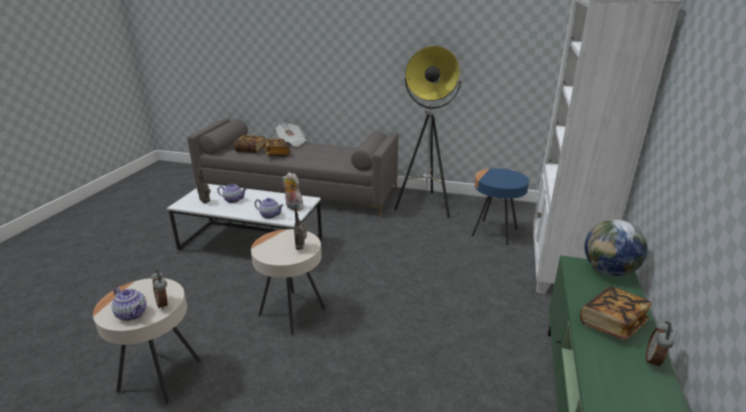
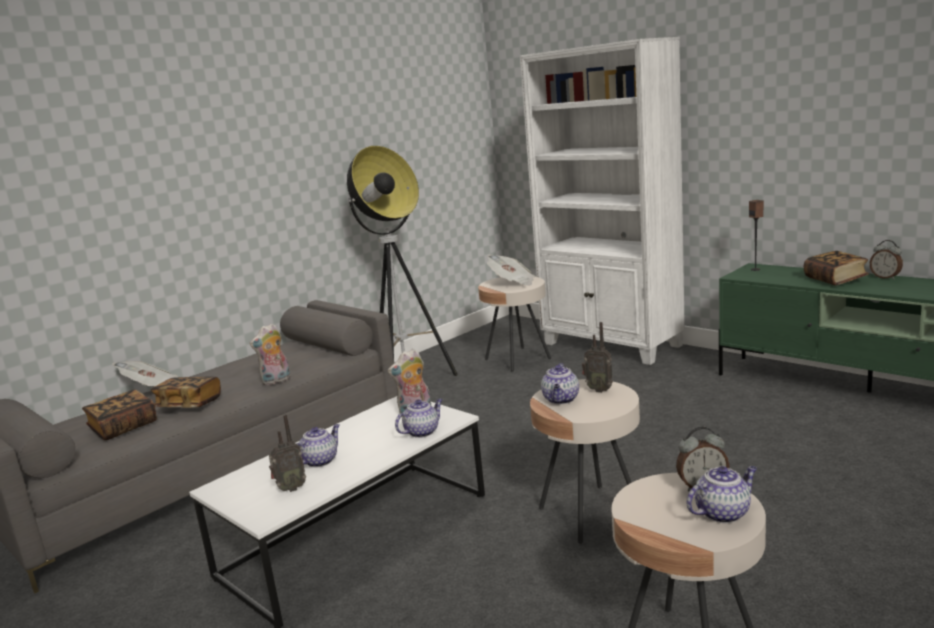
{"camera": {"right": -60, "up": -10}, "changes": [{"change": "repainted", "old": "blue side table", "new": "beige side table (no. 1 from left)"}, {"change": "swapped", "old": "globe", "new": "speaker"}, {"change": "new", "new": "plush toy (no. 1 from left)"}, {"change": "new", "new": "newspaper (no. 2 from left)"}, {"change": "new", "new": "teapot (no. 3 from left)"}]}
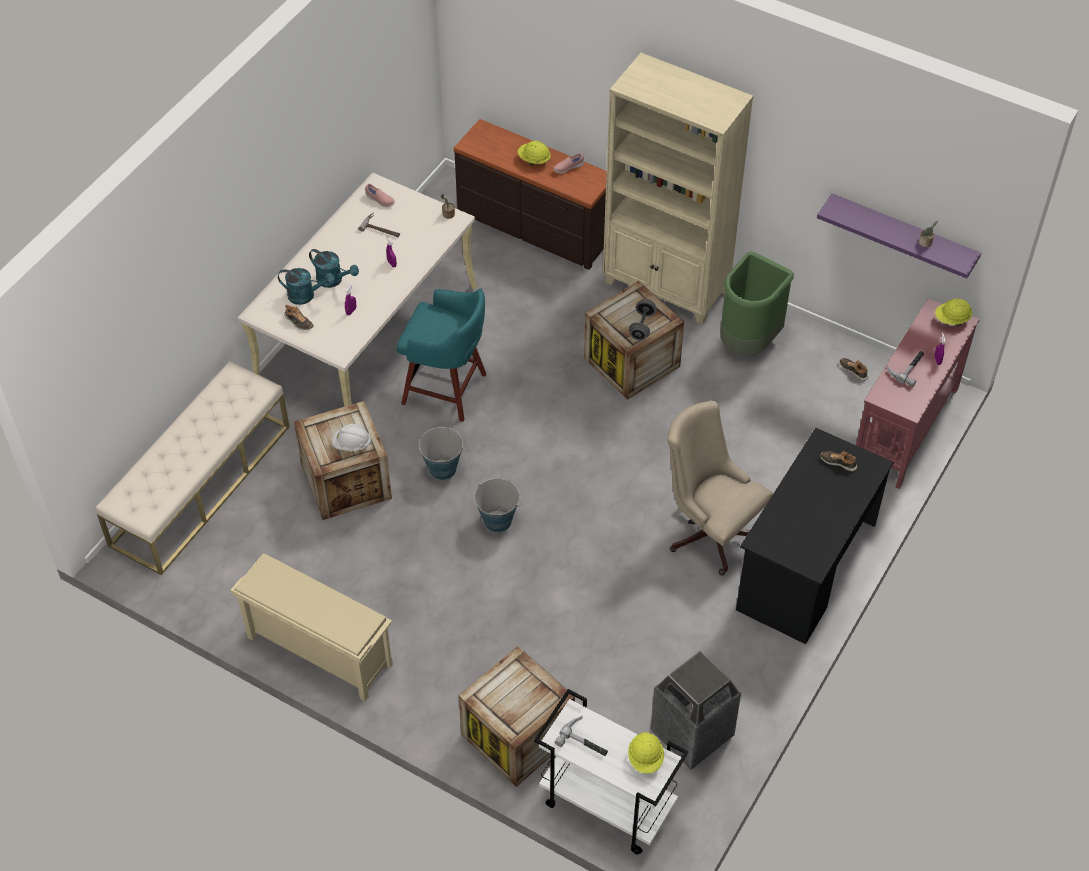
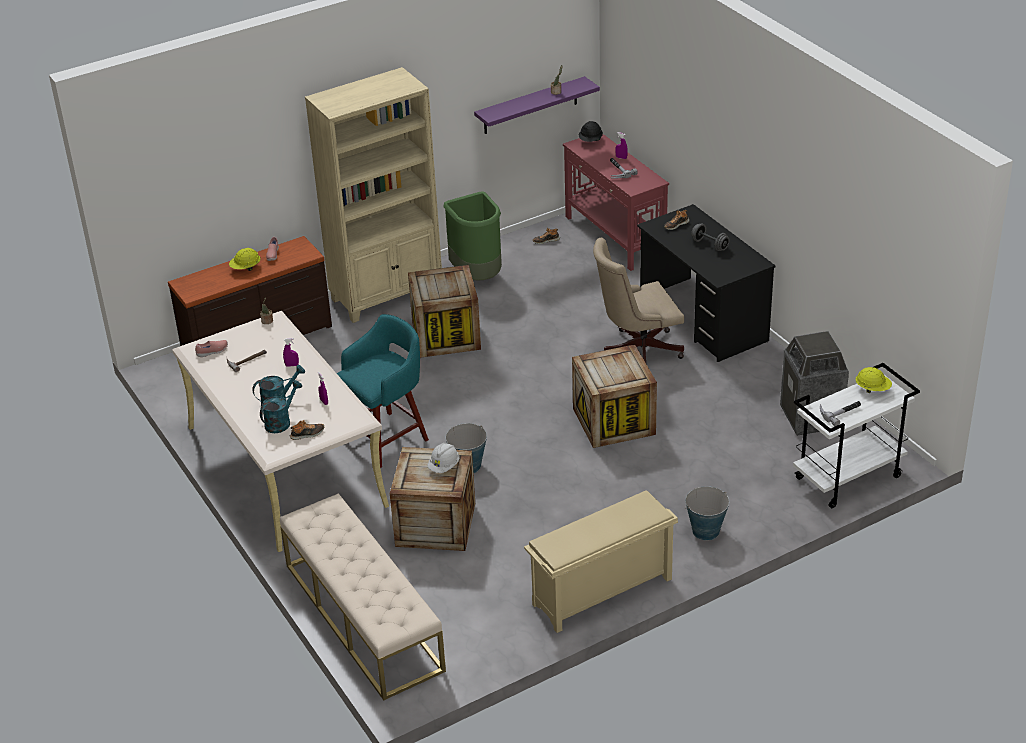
{"camera": {"right": -60, "up": -15}, "changes": [{"change": "shifted", "old": "crate (no. 2 from left in the first image)", "new": "crate (no. 3 from left)"}, {"change": "shifted", "old": "bucket (no. 2 from left)"}, {"change": "shifted", "old": "grey dumbbell"}, {"change": "repainted", "old": "yellow hard hat (no. 3 from left)", "new": "black hard hat"}]}
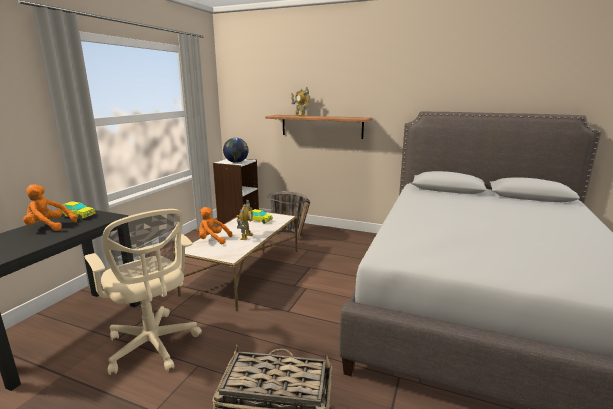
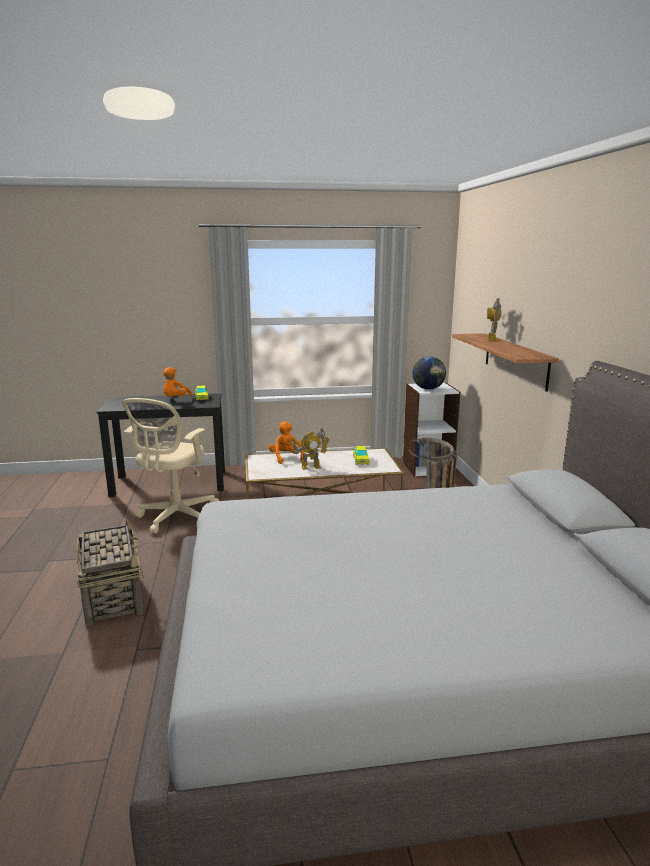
{"camera": {"right": 60, "up": 0}, "changes": [{"change": "rotated", "old": "orange plush toy (no. 1 from left)", "degrees": -135}]}
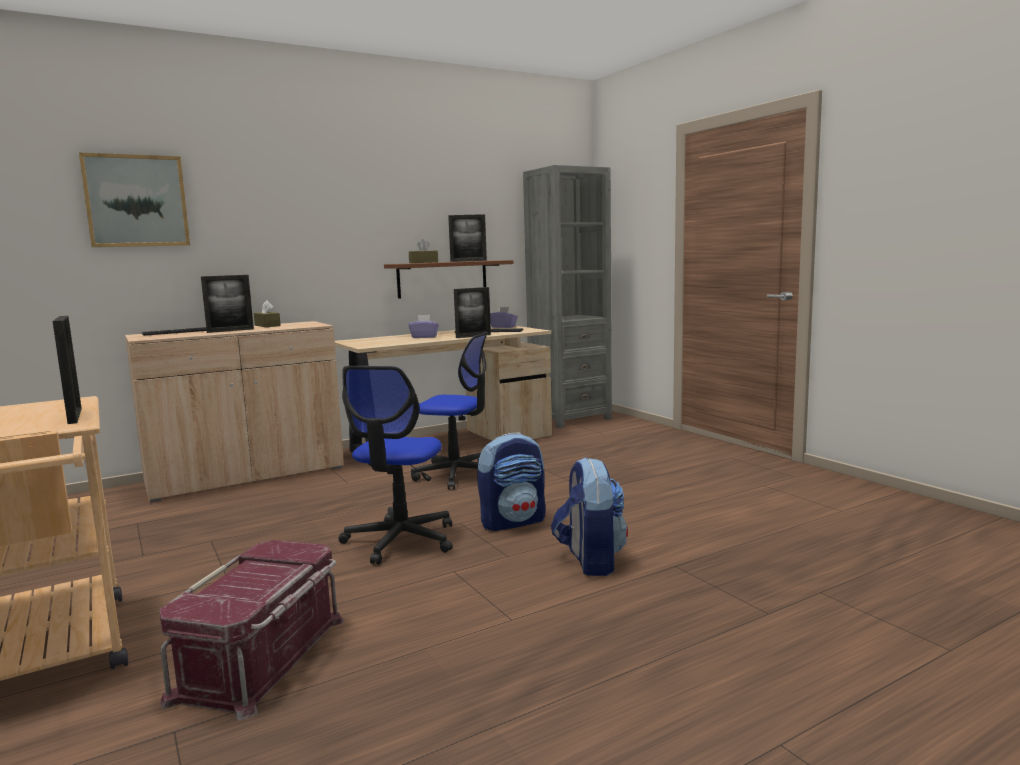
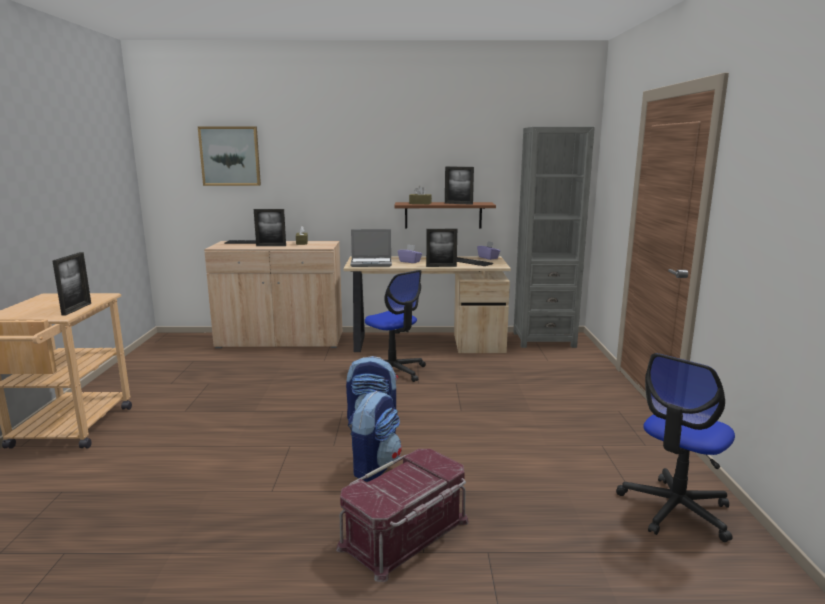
{"camera": {"right": 30, "up": 5}, "changes": [{"change": "shifted", "old": "red storage box"}, {"change": "shifted", "old": "office chair (no. 1 from left in the first image)", "new": "office chair (no. 2 from left)"}, {"change": "new", "new": "laptop"}]}
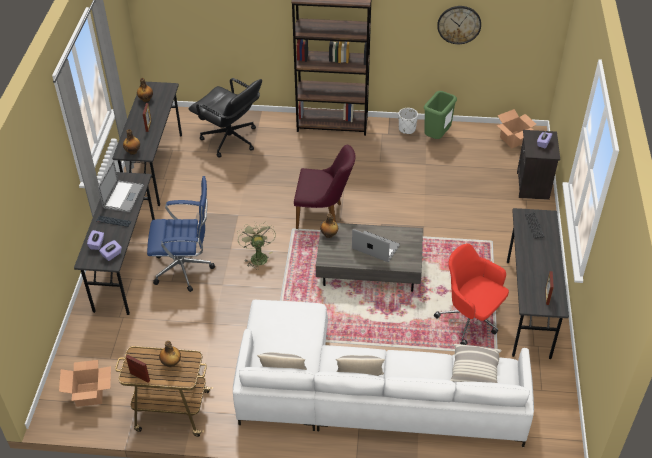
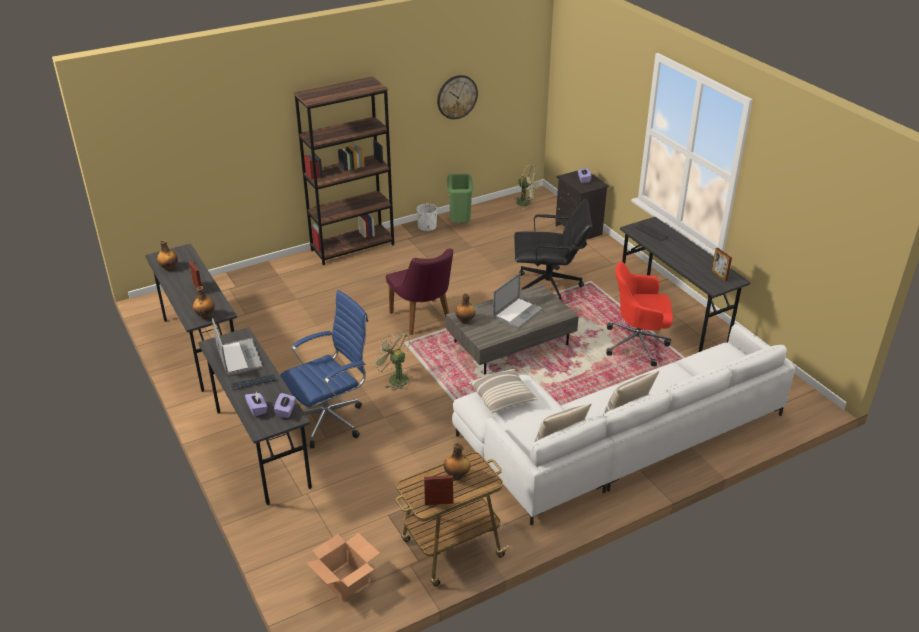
{"camera": {"right": -35, "up": -10}, "changes": [{"change": "shifted", "old": "black office chair"}, {"change": "rotated", "old": "purple chair", "degrees": 90}, {"change": "rotated", "old": "laptop (no. 2 from left)", "degrees": 135}, {"change": "shifted", "old": "pillow (no. 3 from left in the first image)", "new": "pillow (no. 1 from left)"}, {"change": "swapped", "old": "cardboard box (no. 2 from left)", "new": "green fan (no. 2 from left)"}]}
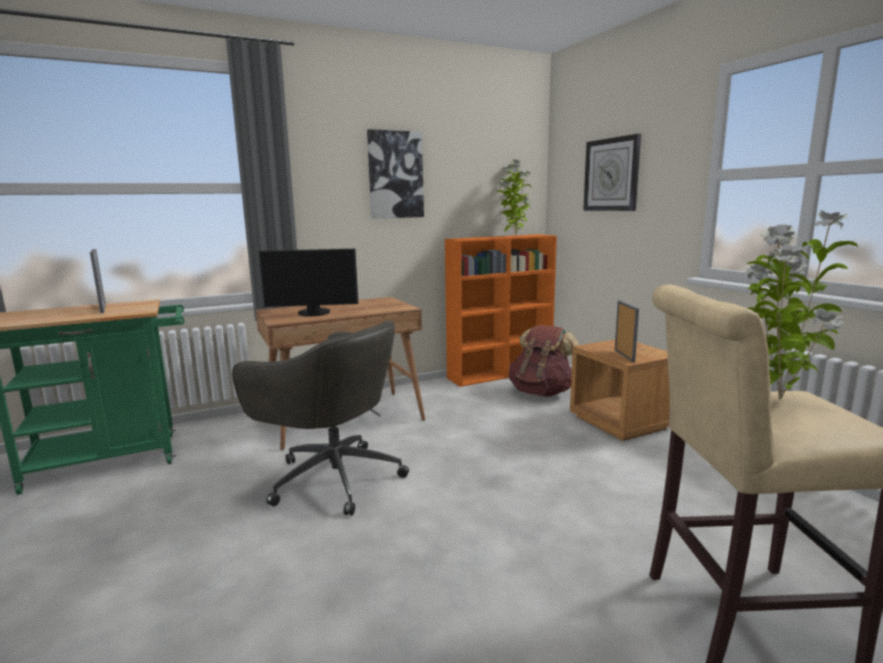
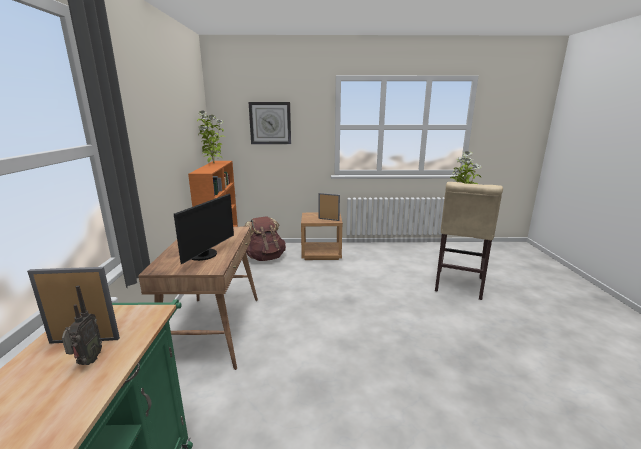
{"camera": {"right": -65, "up": 5}, "changes": [{"change": "gone", "old": "grey office chair"}, {"change": "gone", "old": "picture"}, {"change": "new", "new": "radio"}]}
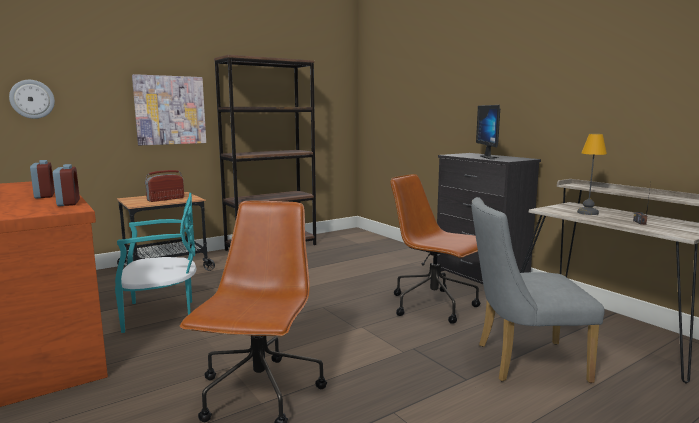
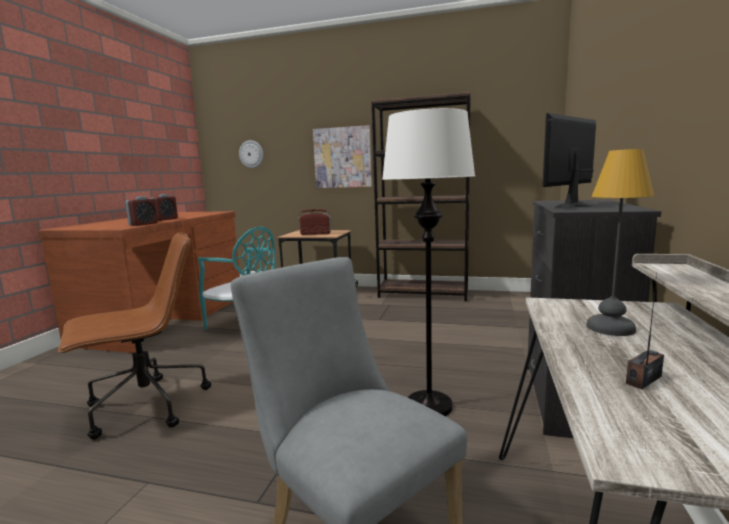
{"camera": {"right": 50, "up": 0}, "changes": [{"change": "swapped", "old": "brown office chair (no. 2 from left)", "new": "white floor lamp"}]}
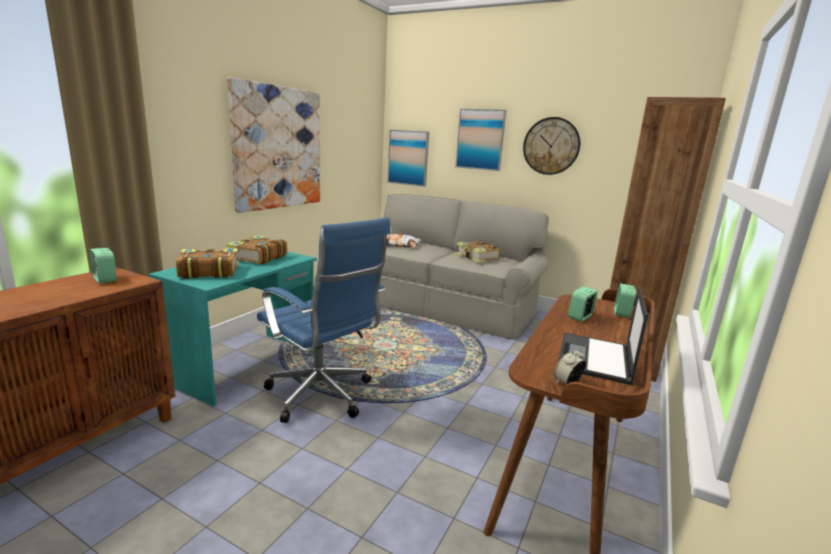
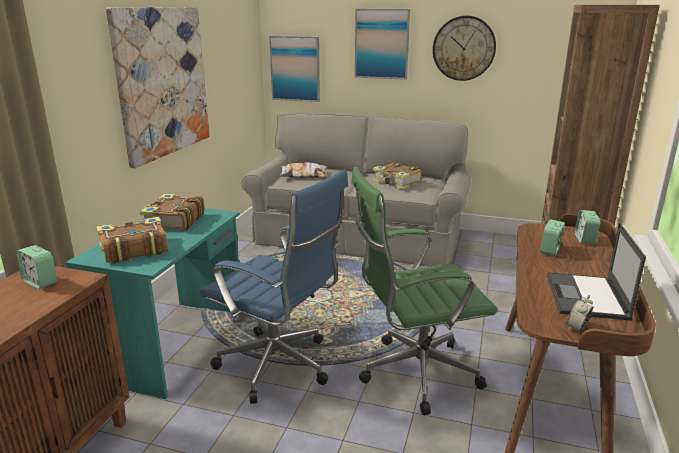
{"camera": {"right": -10, "up": 5}, "changes": [{"change": "new", "new": "green office chair"}]}
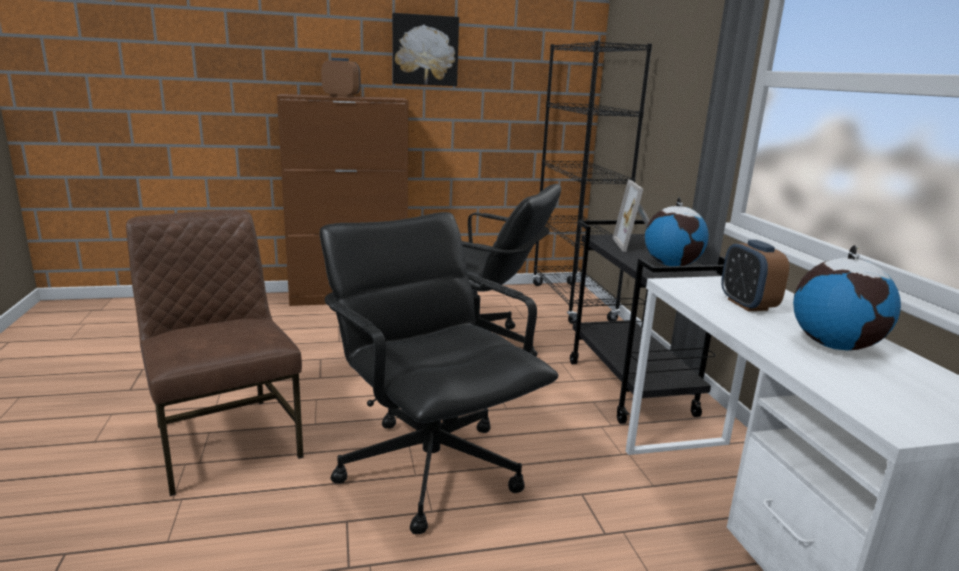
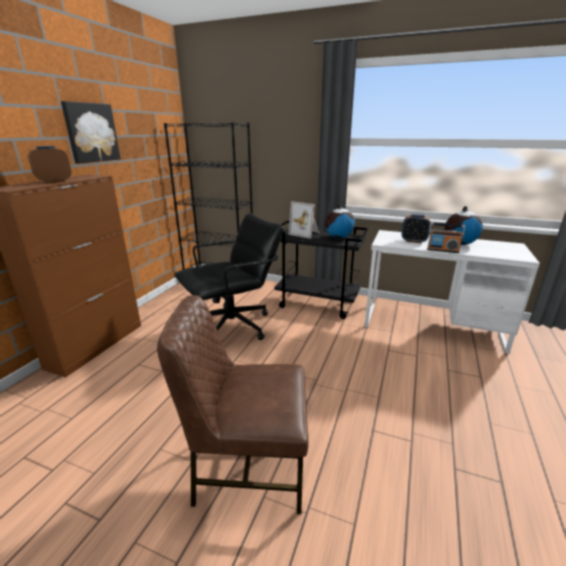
{"camera": {"right": -55, "up": 5}, "changes": [{"change": "gone", "old": "black office chair (no. 1 from left)"}, {"change": "new", "new": "radio"}]}
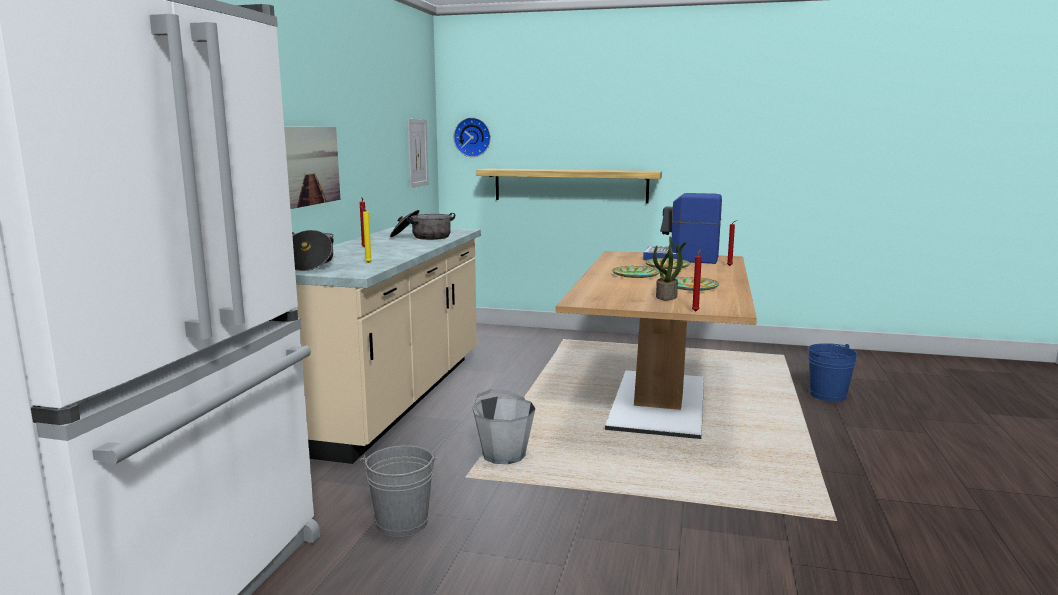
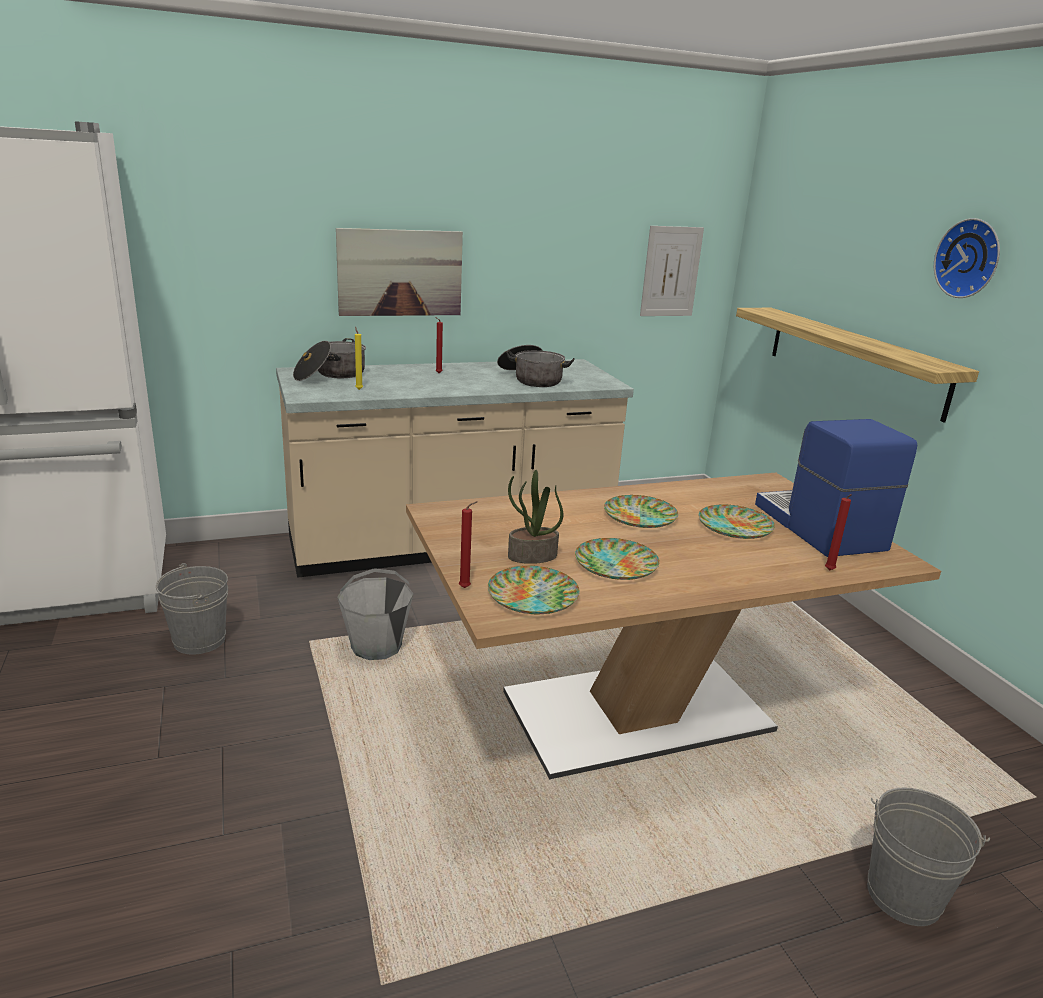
{"camera": {"right": 55, "up": 10}, "changes": [{"change": "shifted", "old": "wall clock"}, {"change": "repainted", "old": "blue bucket", "new": "grey bucket (no. 3 from left)"}, {"change": "new", "new": "plate (no. 1 from left)"}]}
